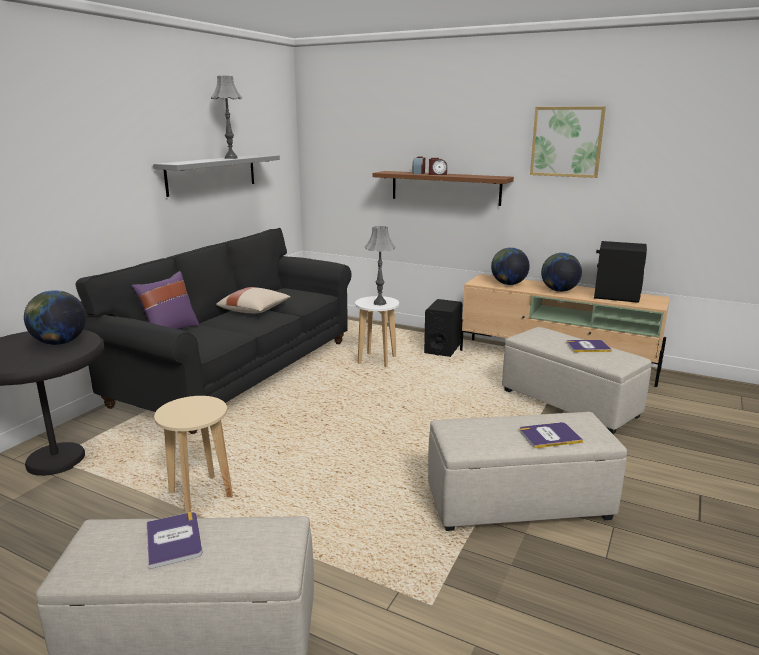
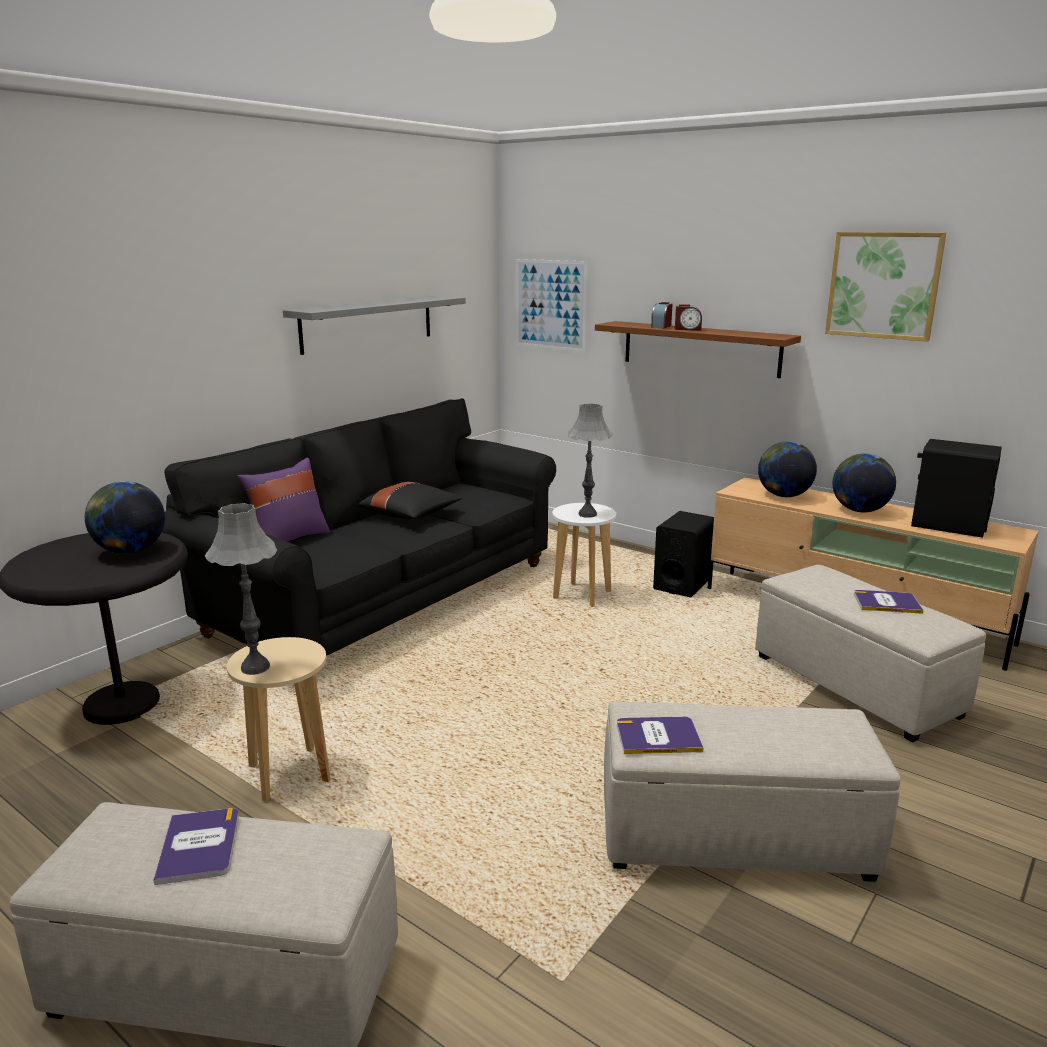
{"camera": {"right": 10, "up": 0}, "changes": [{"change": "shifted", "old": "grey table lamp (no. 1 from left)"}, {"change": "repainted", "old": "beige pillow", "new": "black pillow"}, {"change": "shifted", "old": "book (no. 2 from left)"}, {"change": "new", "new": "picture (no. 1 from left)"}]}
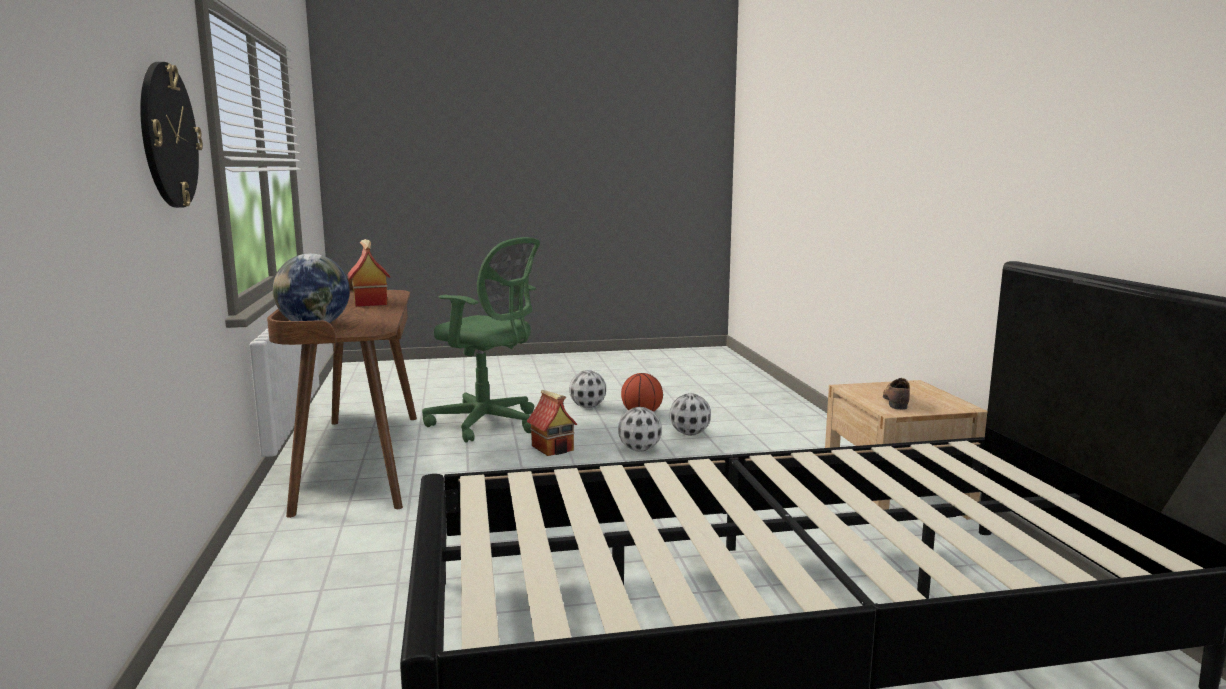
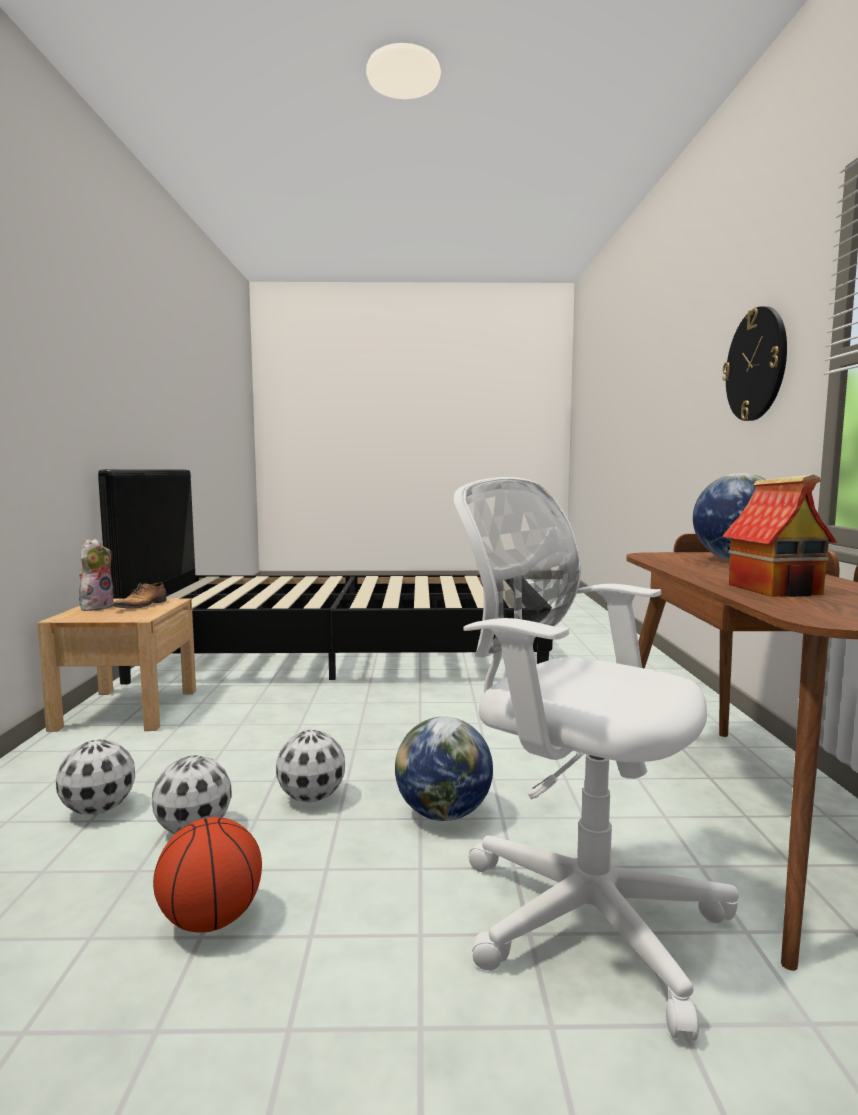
{"camera": {"right": -170, "up": -5}, "changes": [{"change": "repainted", "old": "green office chair", "new": "white office chair"}, {"change": "swapped", "old": "toy house (no. 2 from left)", "new": "globe (no. 1 from left)"}, {"change": "shifted", "old": "football (no. 1 from left)"}, {"change": "new", "new": "plush toy"}]}
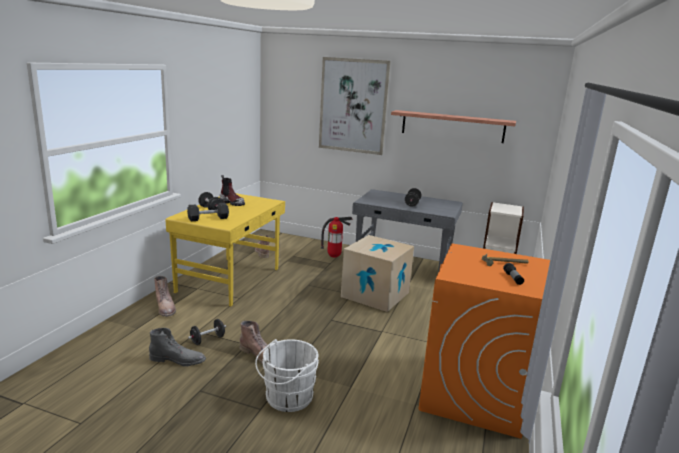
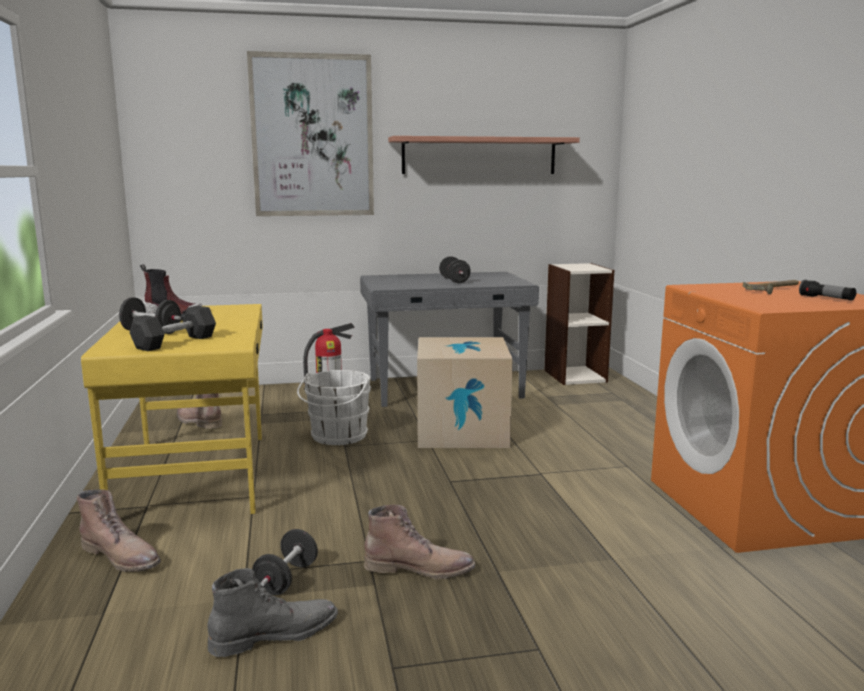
{"camera": {"right": -30, "up": -5}, "changes": [{"change": "shifted", "old": "white bucket"}]}
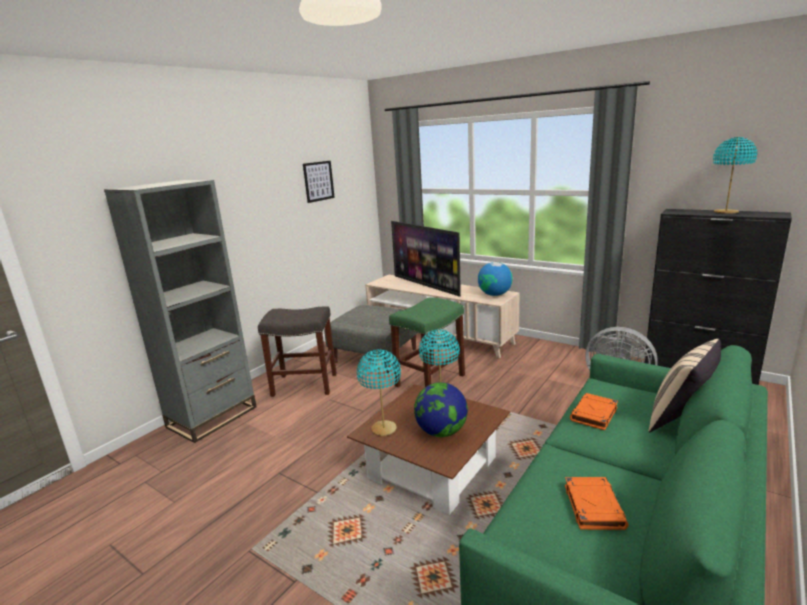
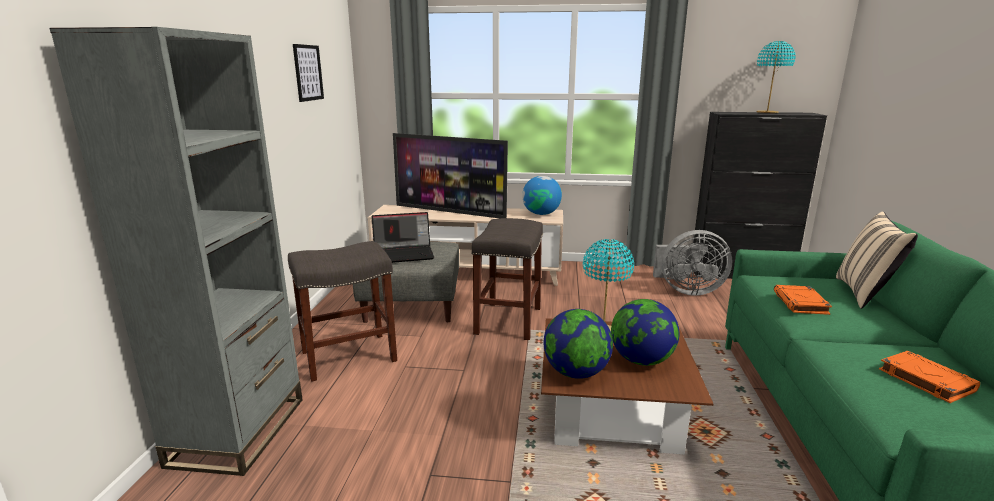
{"camera": {"right": -30, "up": 0}, "changes": [{"change": "swapped", "old": "turquoise table lamp (no. 1 from left)", "new": "globe (no. 2 from left)"}, {"change": "repainted", "old": "green stool", "new": "grey stool (no. 2 from left)"}, {"change": "new", "new": "laptop"}]}
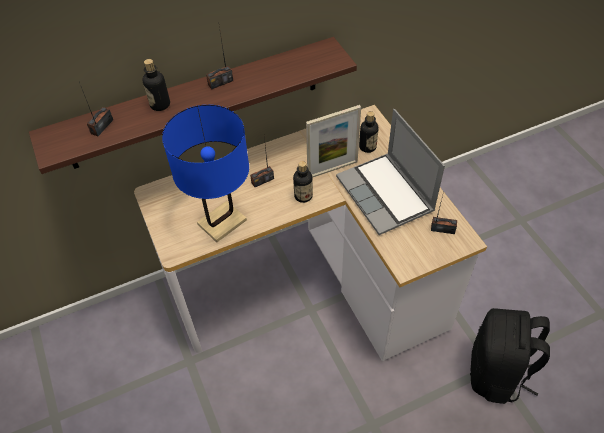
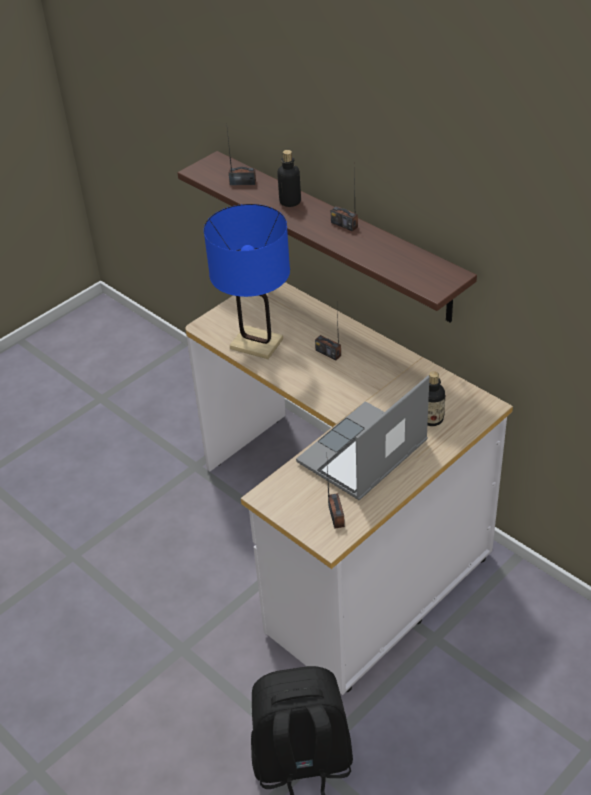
{"camera": {"right": 70, "up": -10}, "changes": [{"change": "gone", "old": "bottle (no. 2 from left)"}, {"change": "gone", "old": "picture frame"}]}
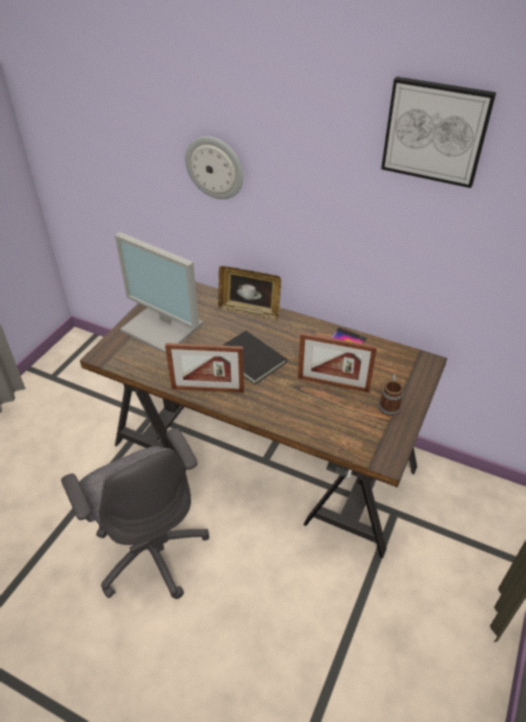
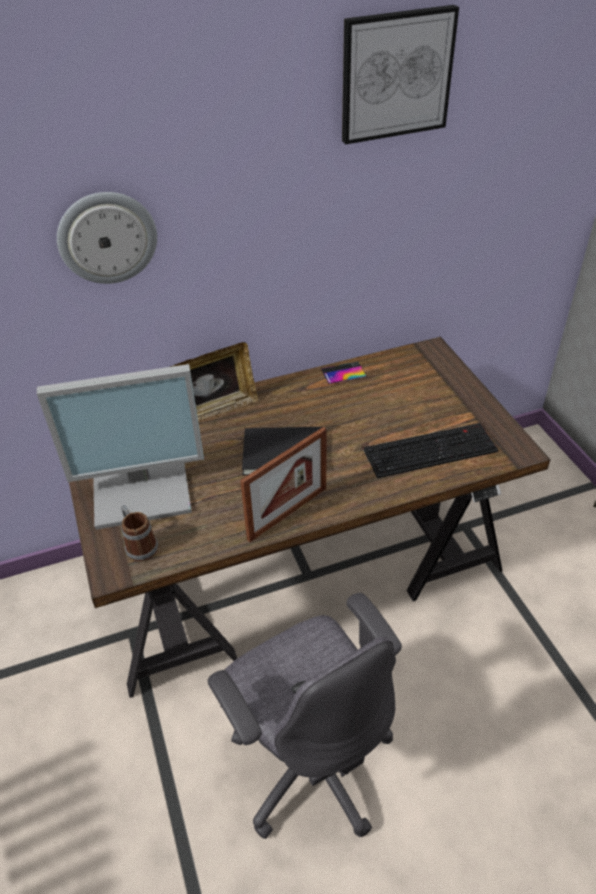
{"camera": {"right": -45, "up": 0}, "changes": [{"change": "rotated", "old": "grey office chair", "degrees": 45}, {"change": "gone", "old": "picture frame (no. 3 from left)"}, {"change": "shifted", "old": "mug"}, {"change": "new", "new": "keyboard"}]}
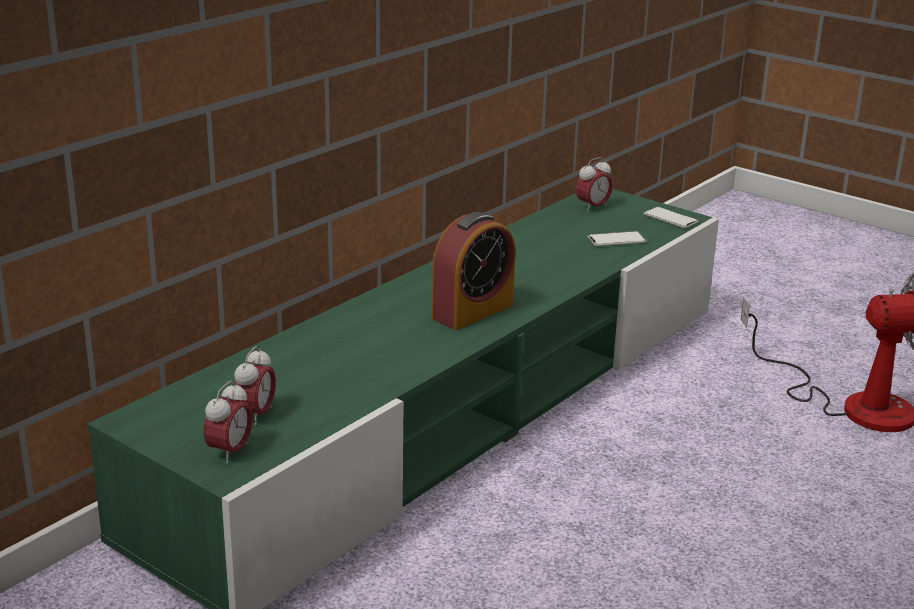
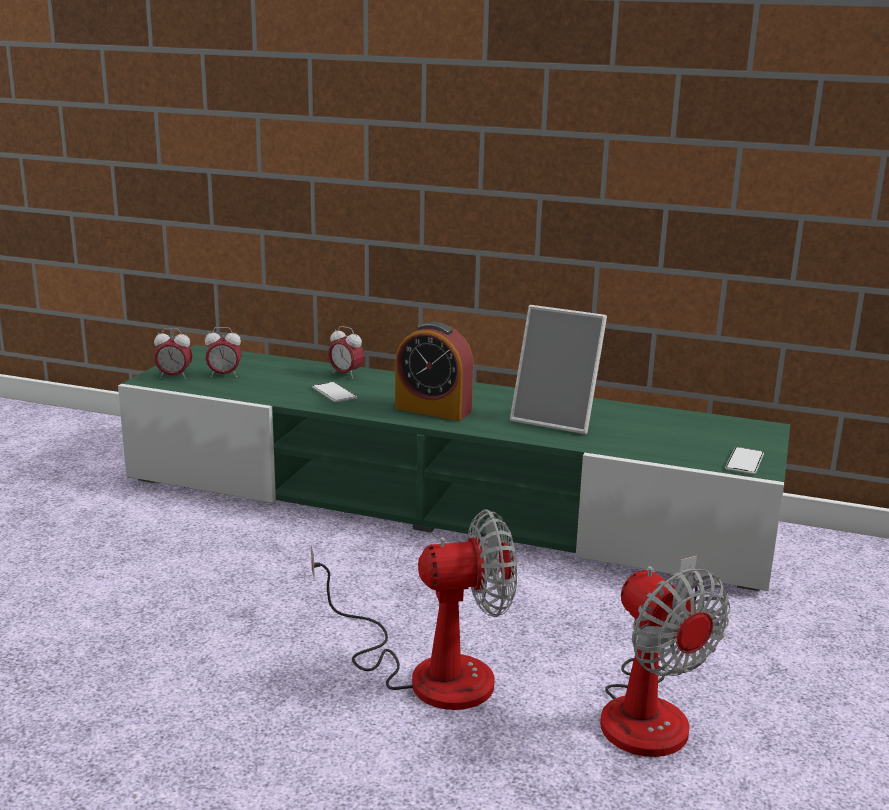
{"camera": {"right": 70, "up": -5}, "changes": [{"change": "shifted", "old": "alarm clock (no. 4 from left in the first image)", "new": "alarm clock (no. 3 from left)"}, {"change": "shifted", "old": "phone (no. 1 from left)"}, {"change": "new", "new": "fan (no. 1 from left)"}, {"change": "new", "new": "picture frame"}]}
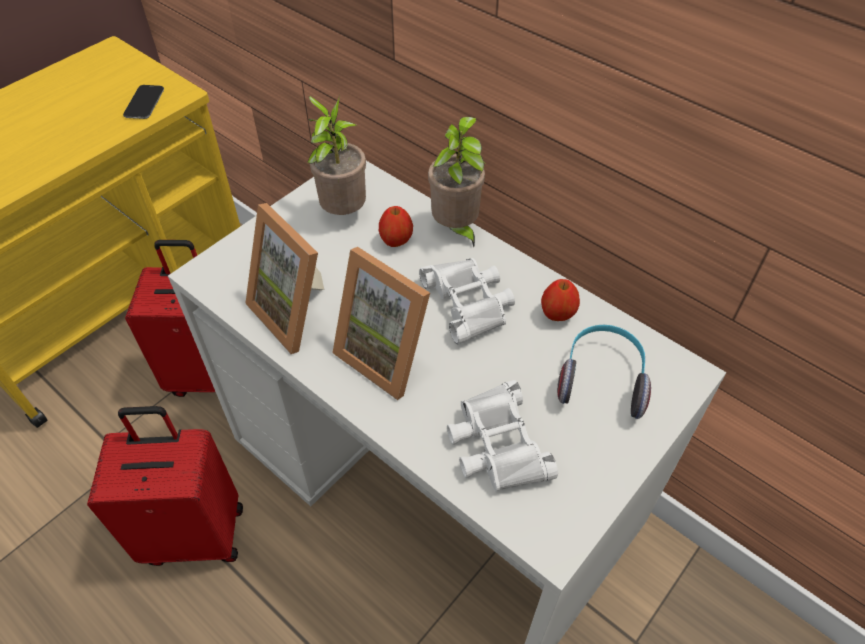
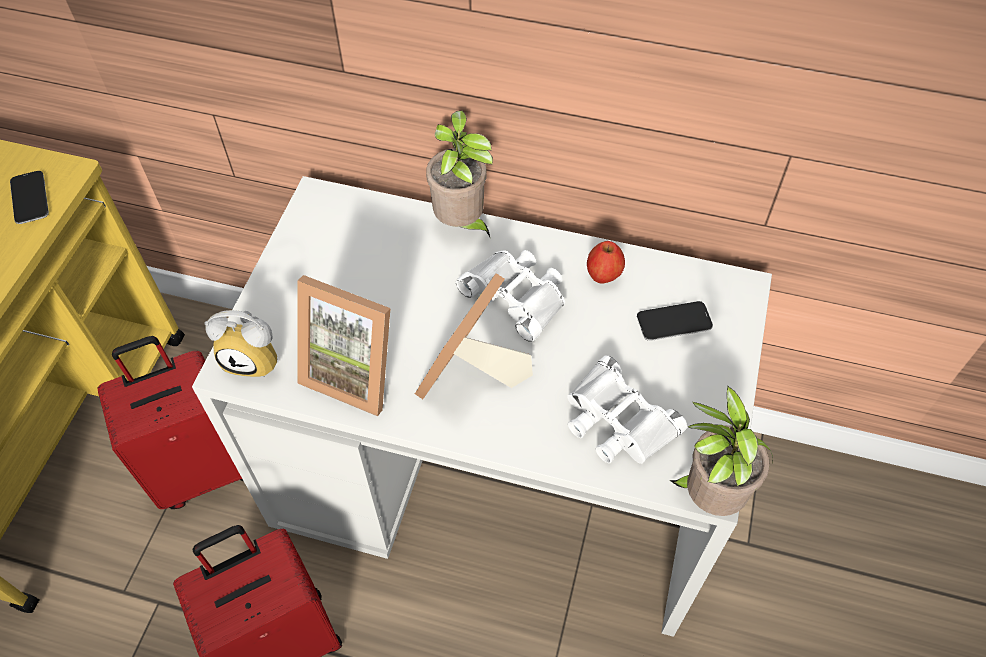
{"camera": {"right": -25, "up": 5}, "changes": [{"change": "shifted", "old": "potted plant (no. 1 from left in the first image)", "new": "potted plant (no. 2 from left)"}, {"change": "rotated", "old": "picture frame (no. 2 from left)", "degrees": 105}, {"change": "gone", "old": "apple (no. 1 from left)"}, {"change": "swapped", "old": "headphones", "new": "phone (no. 2 from left)"}, {"change": "new", "new": "alarm clock"}]}
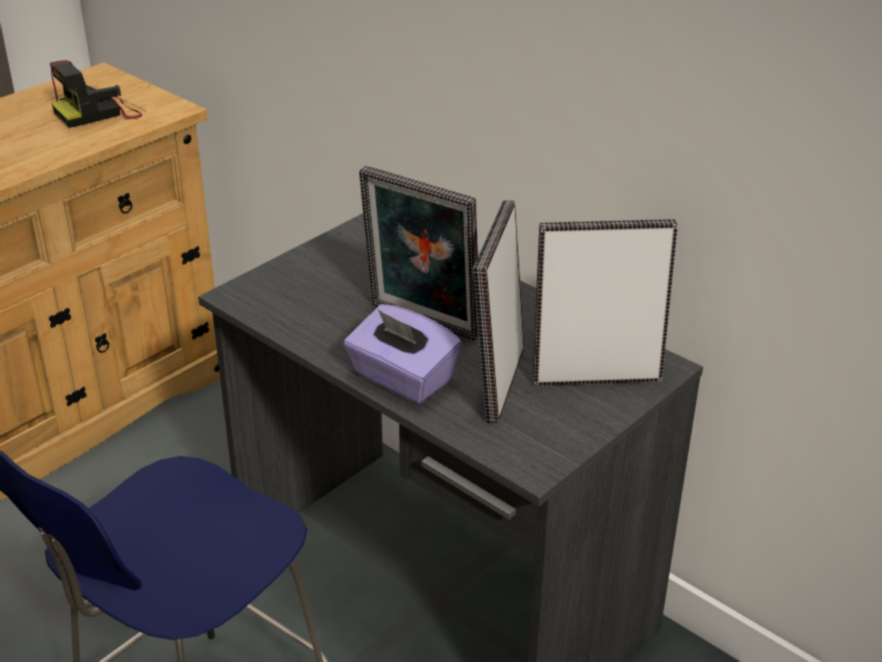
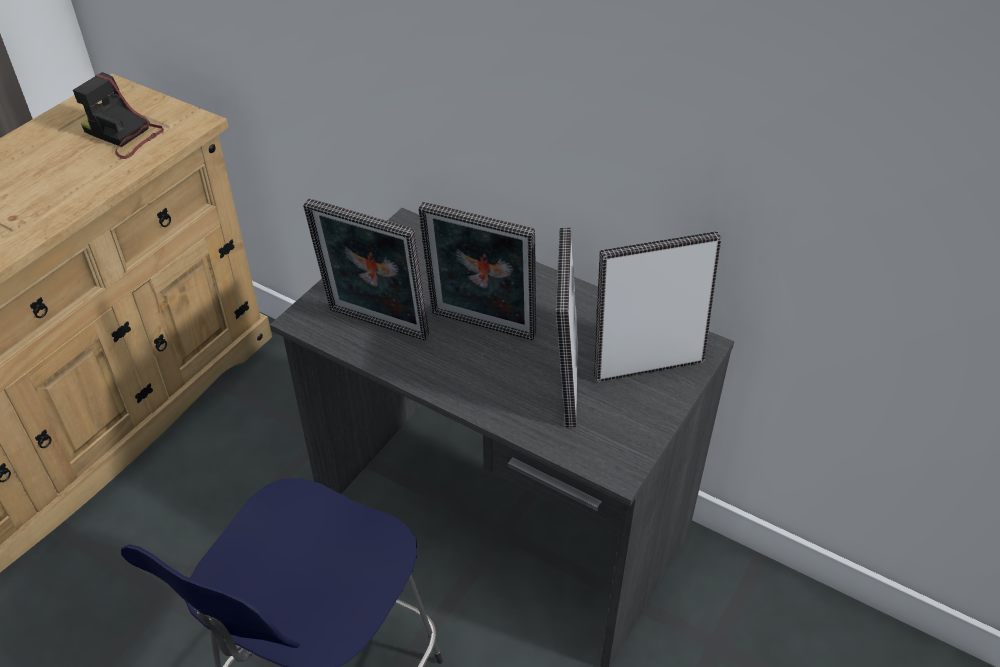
{"camera": {"right": -10, "up": 10}, "changes": [{"change": "rotated", "old": "photo camera", "degrees": 75}, {"change": "gone", "old": "purple tissue box"}, {"change": "new", "new": "picture frame (no. 1 from left)"}]}
